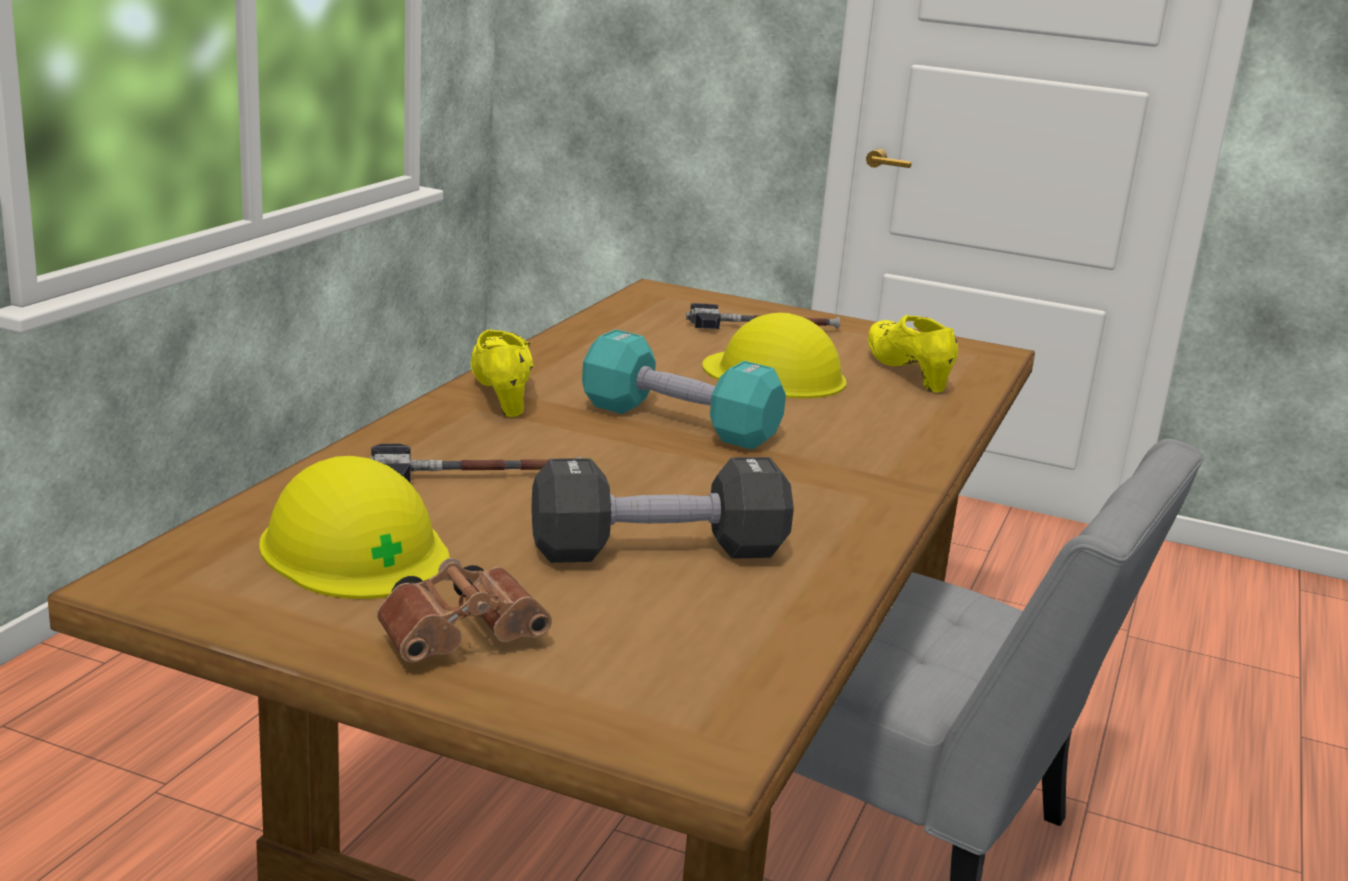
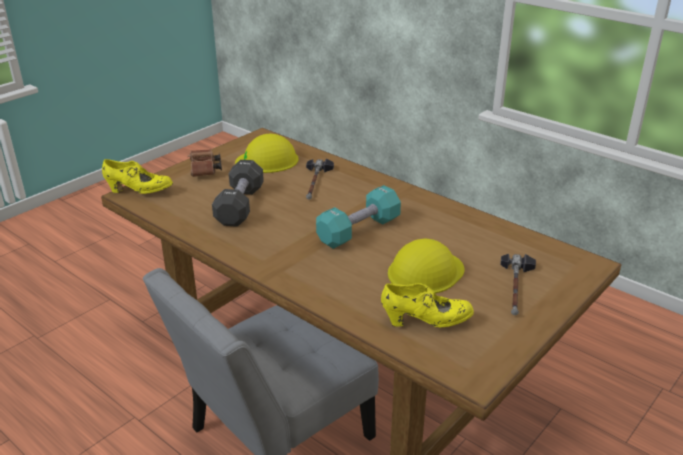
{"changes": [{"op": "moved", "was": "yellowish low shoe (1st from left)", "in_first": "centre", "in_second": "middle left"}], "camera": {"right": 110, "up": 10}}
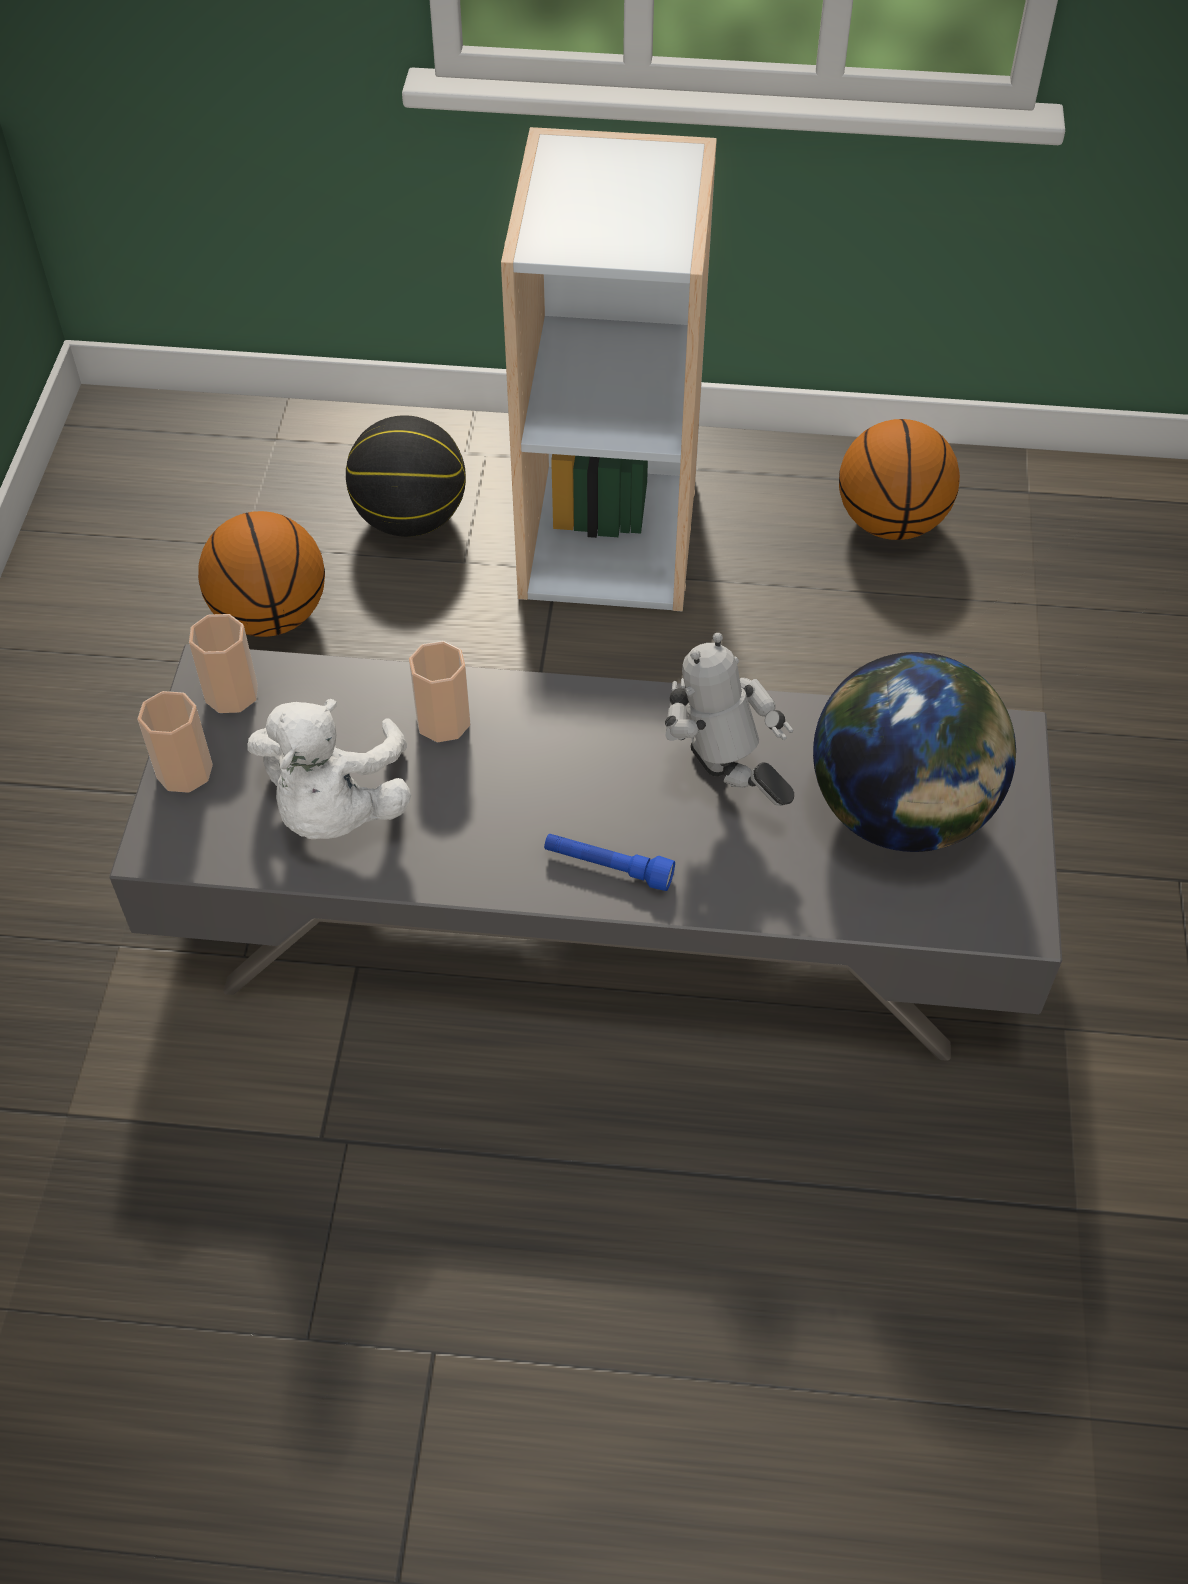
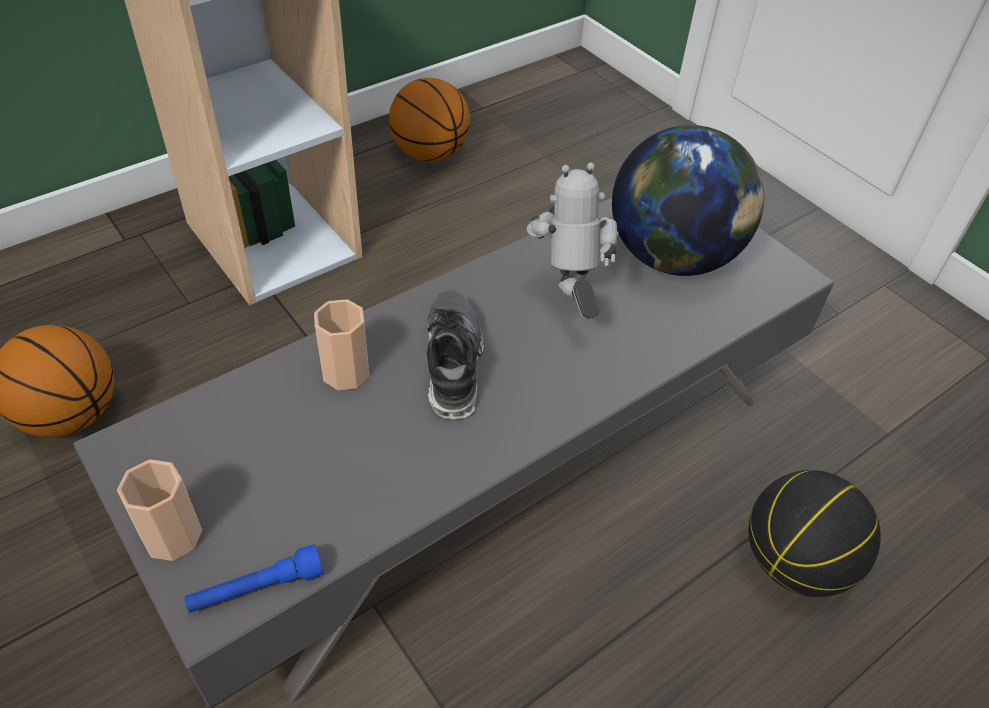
{"changes": [{"op": "removed", "was": "cup (2nd from left)", "in_first": "middle left"}, {"op": "removed", "was": "whitish soft toy", "in_first": "middle left"}, {"op": "moved", "was": "basketball (2nd from left in the first image)", "now": "basketball (3rd from left)", "in_first": "top centre", "in_second": "bottom right"}, {"op": "moved", "was": "blue-coloured hand torch", "in_first": "centre", "in_second": "bottom left"}, {"op": "turned", "was": "robot figure", "in_first": "centre", "in_second": "centre", "clockwise": 75}, {"op": "added", "now": "low shoe", "in_second": "centre"}], "camera": {"right": -45, "up": -5}}
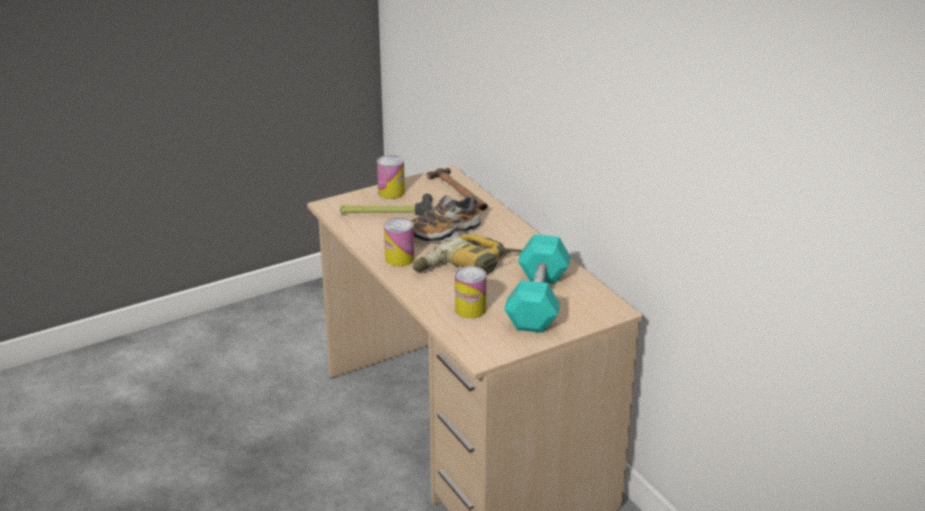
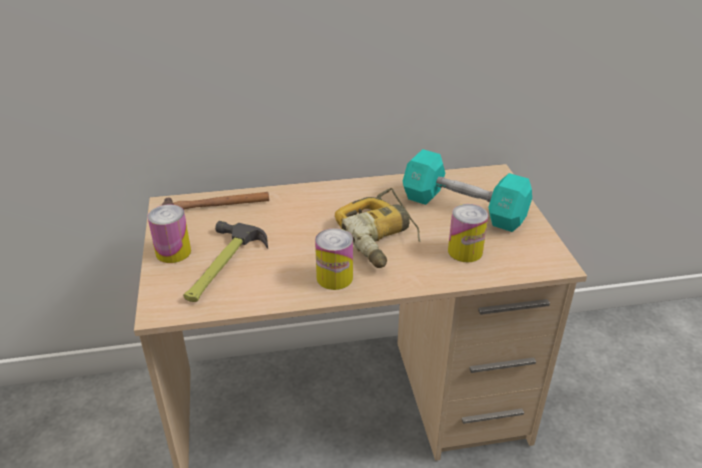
{"changes": [{"op": "removed", "was": "low shoe", "in_first": "centre"}], "camera": {"right": -70, "up": 5}}
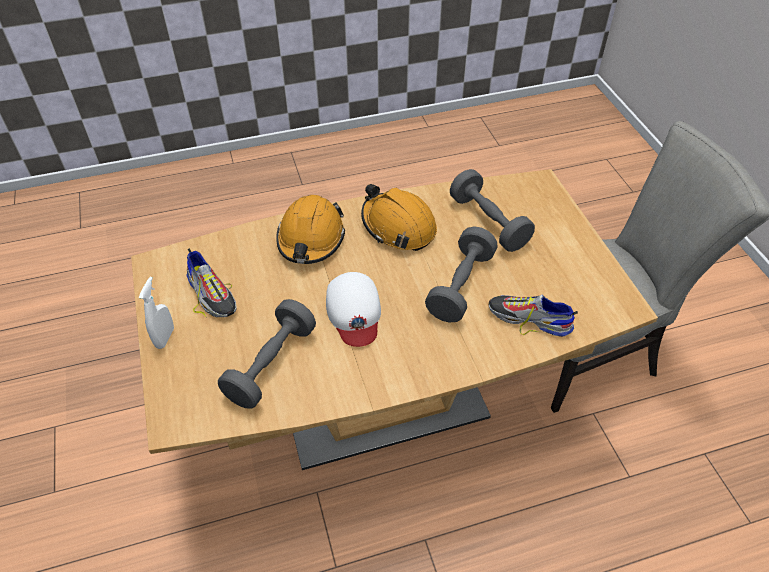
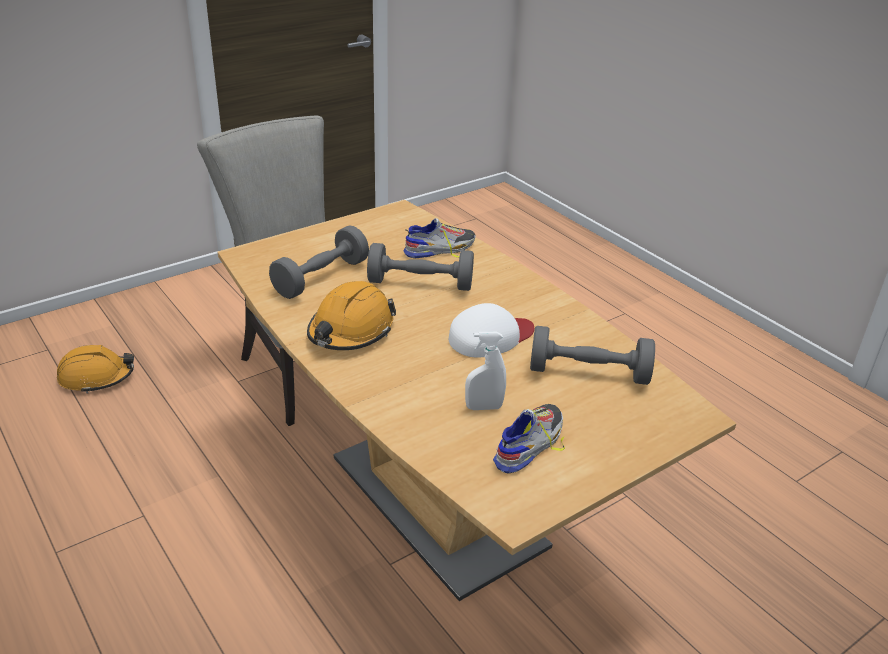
{"changes": [{"op": "moved", "was": "whitish sprayer", "in_first": "middle left", "in_second": "centre"}, {"op": "moved", "was": "orangey hard hat (1st from left)", "in_first": "centre", "in_second": "middle left"}, {"op": "turned", "was": "low shoe (2nd from left in the first image)", "in_first": "middle right", "in_second": "centre", "clockwise": -120}], "camera": {"right": -110, "up": -15}}
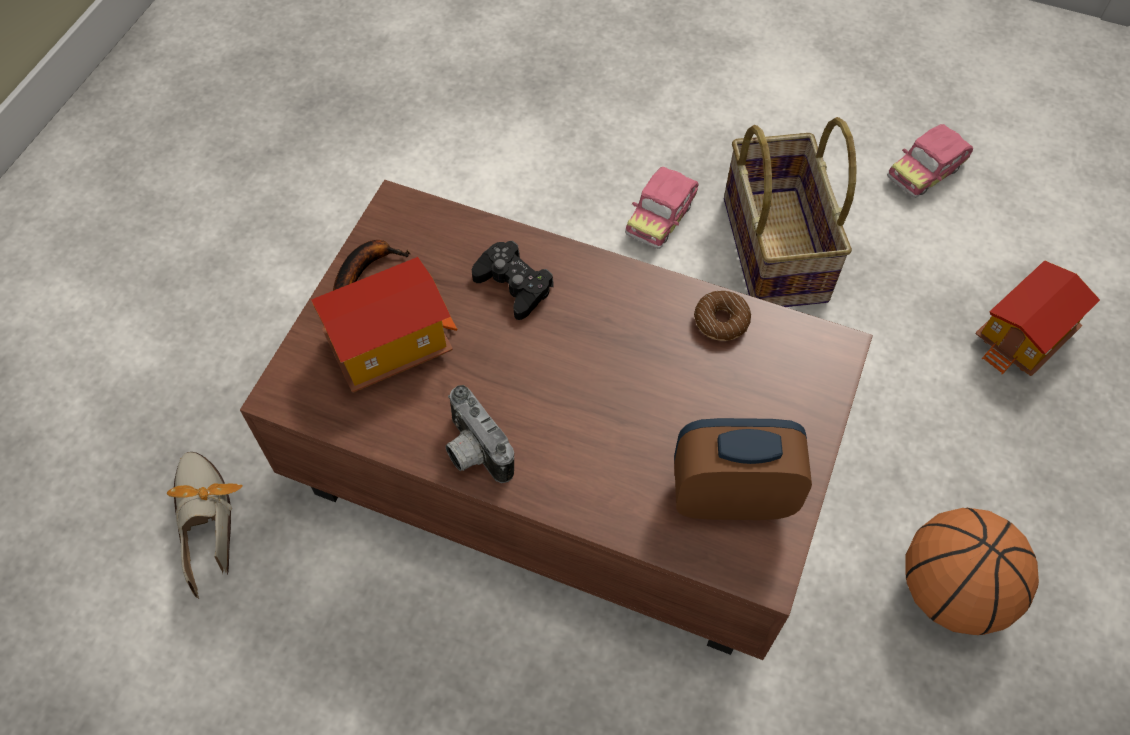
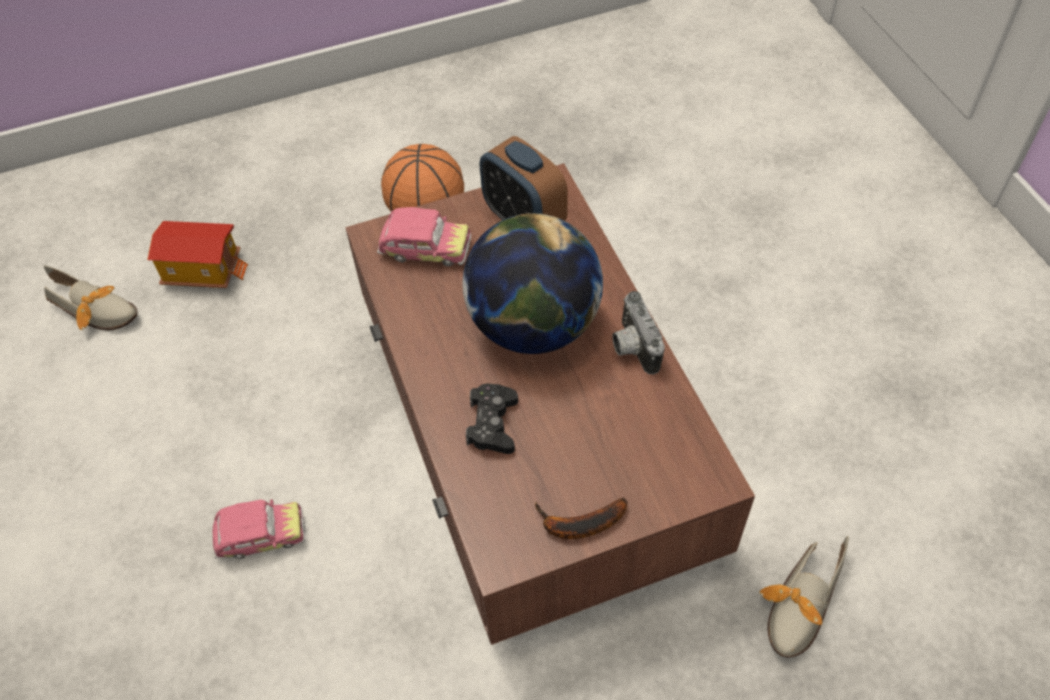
{"changes": [{"op": "removed", "was": "miniature house (1st from left)", "in_first": "centre"}, {"op": "turned", "was": "photo camera", "in_first": "centre", "in_second": "centre", "clockwise": 150}, {"op": "removed", "was": "donut", "in_first": "centre"}, {"op": "removed", "was": "basket", "in_first": "top right"}, {"op": "moved", "was": "miniature car (2nd from left)", "in_first": "top right", "in_second": "centre"}, {"op": "added", "now": "low shoe (1st from left)", "in_second": "middle left"}, {"op": "added", "now": "desk globe", "in_second": "centre"}], "camera": {"right": -130, "up": -5}}
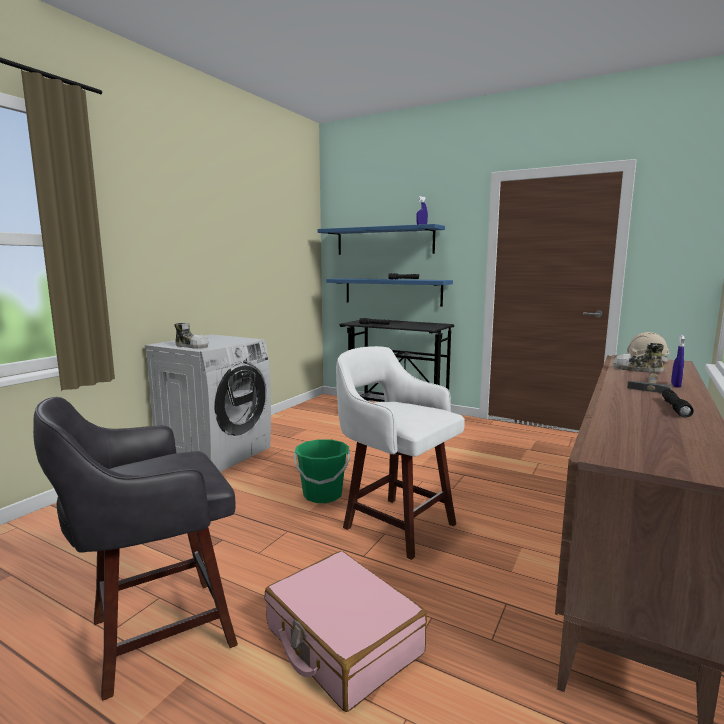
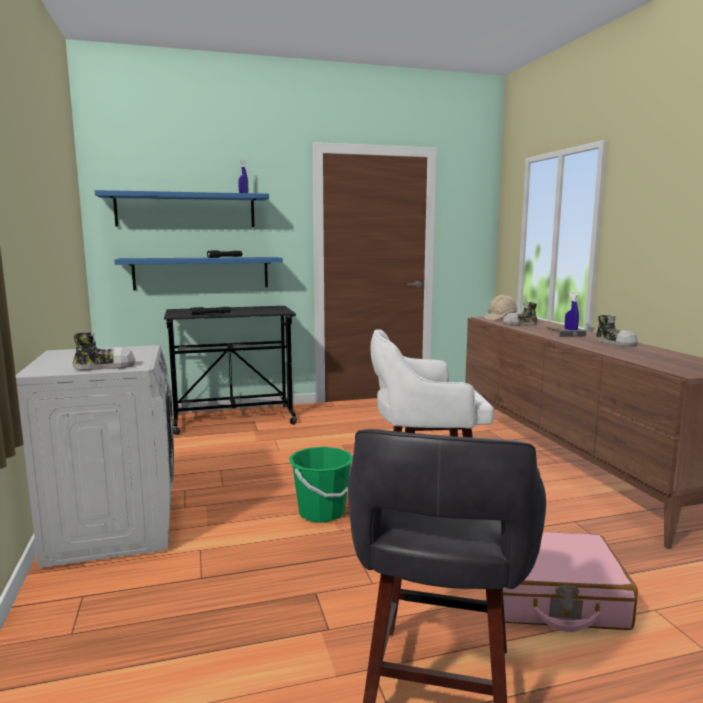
{"changes": [{"op": "replaced", "was": "black hand torch (3rd from left)", "now": "low shoe (3rd from left)", "in_first": "middle right", "in_second": "middle right"}], "camera": {"right": -45, "up": 0}}
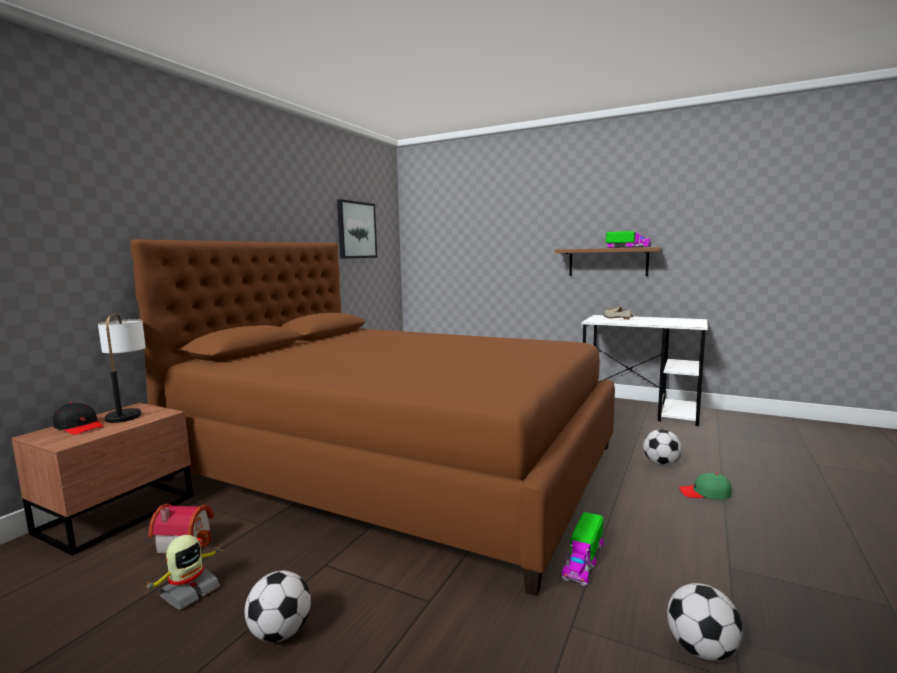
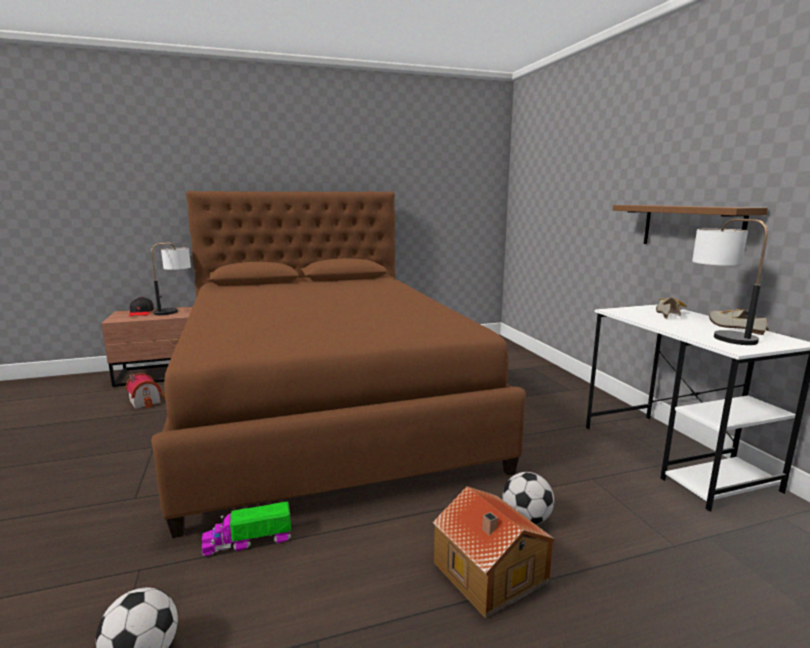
{"changes": [{"op": "removed", "was": "robot figure", "in_first": "bottom left"}, {"op": "removed", "was": "football (1st from left)", "in_first": "bottom left"}, {"op": "removed", "was": "wall picture", "in_first": "centre"}, {"op": "removed", "was": "toy truck (2nd from left)", "in_first": "middle right"}, {"op": "replaced", "was": "greenish peaked cap", "now": "miniature house (2nd from left)", "in_first": "bottom right", "in_second": "bottom centre"}, {"op": "added", "now": "table lamp (2nd from left)", "in_second": "middle right"}, {"op": "added", "now": "low shoe (2nd from left)", "in_second": "middle right"}], "camera": {"right": 45, "up": 5}}
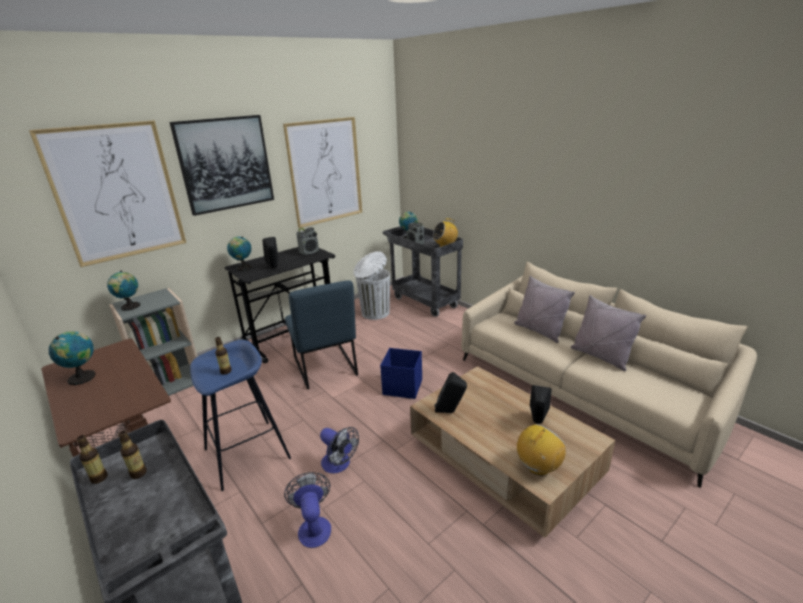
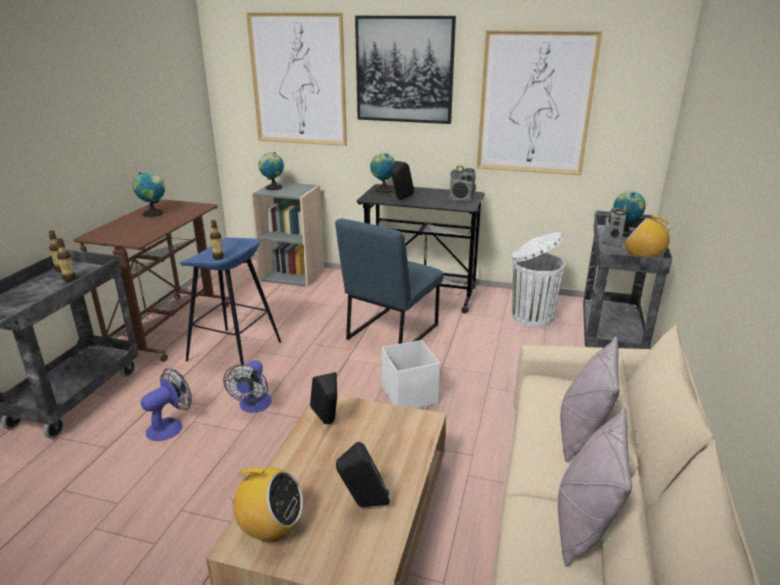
{"changes": [{"op": "recoloured", "was": "blue-coloured storage container", "now": "whitish storage container", "in_first": "centre", "in_second": "centre"}], "camera": {"right": 55, "up": 0}}
